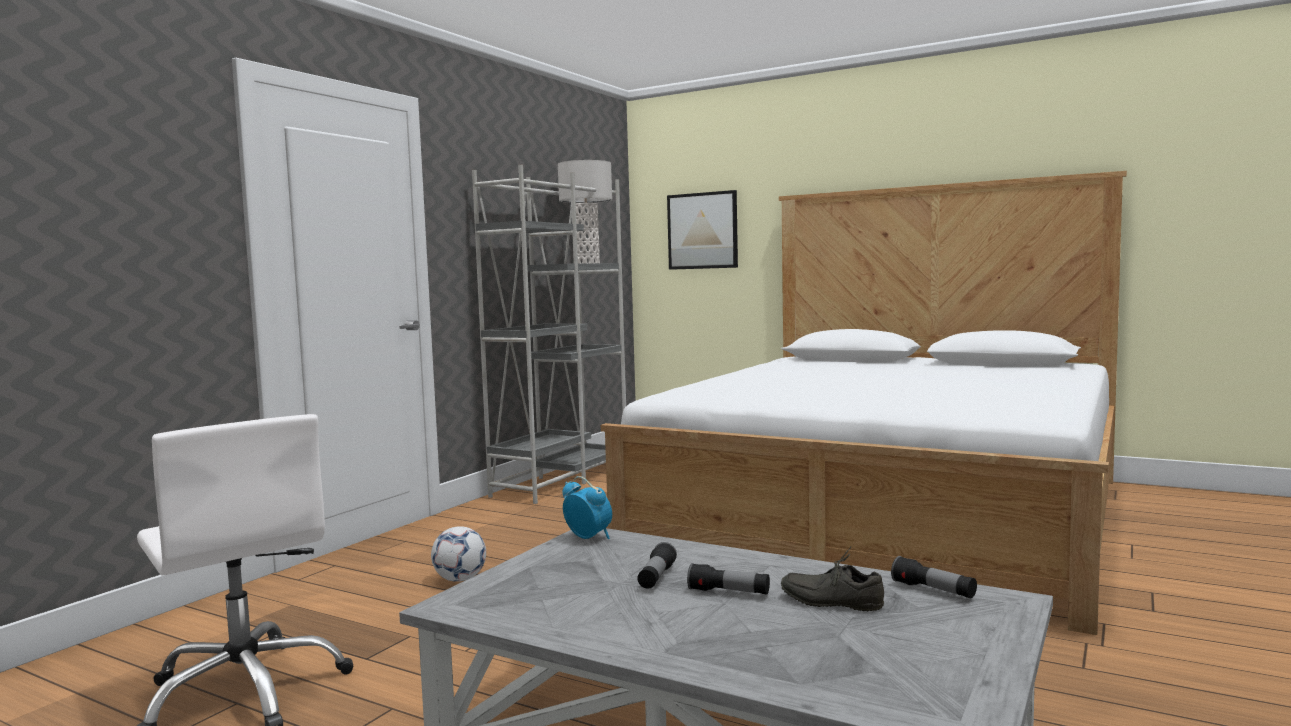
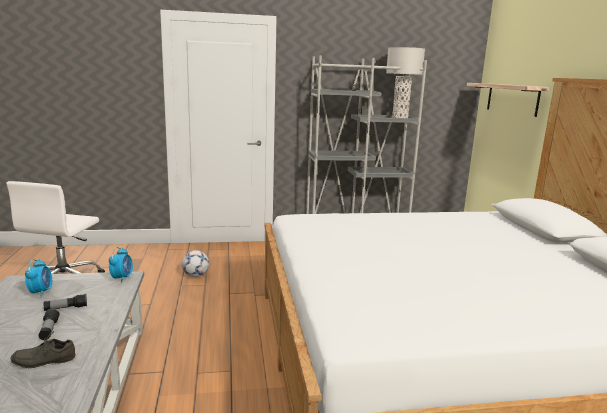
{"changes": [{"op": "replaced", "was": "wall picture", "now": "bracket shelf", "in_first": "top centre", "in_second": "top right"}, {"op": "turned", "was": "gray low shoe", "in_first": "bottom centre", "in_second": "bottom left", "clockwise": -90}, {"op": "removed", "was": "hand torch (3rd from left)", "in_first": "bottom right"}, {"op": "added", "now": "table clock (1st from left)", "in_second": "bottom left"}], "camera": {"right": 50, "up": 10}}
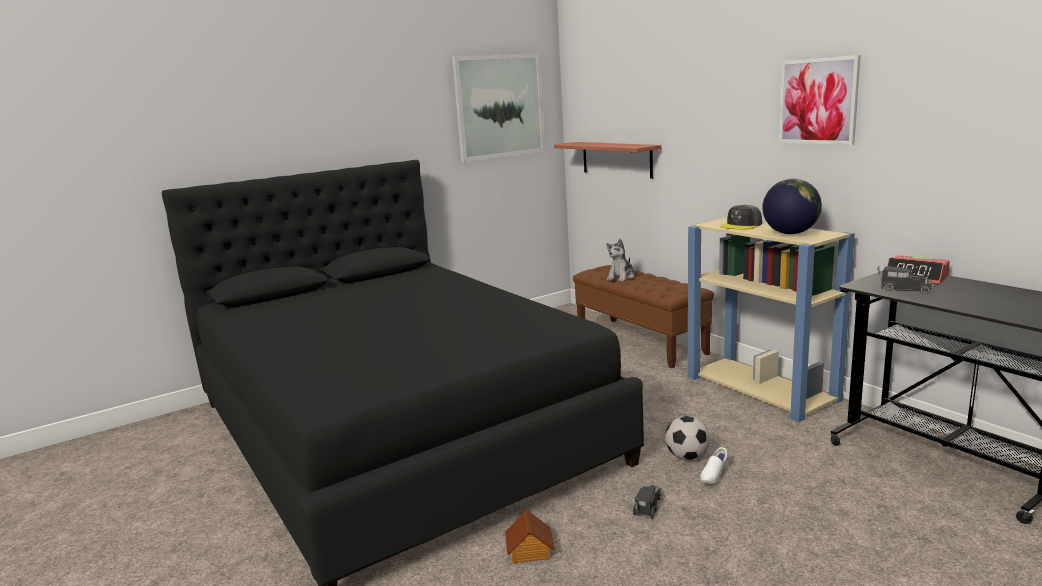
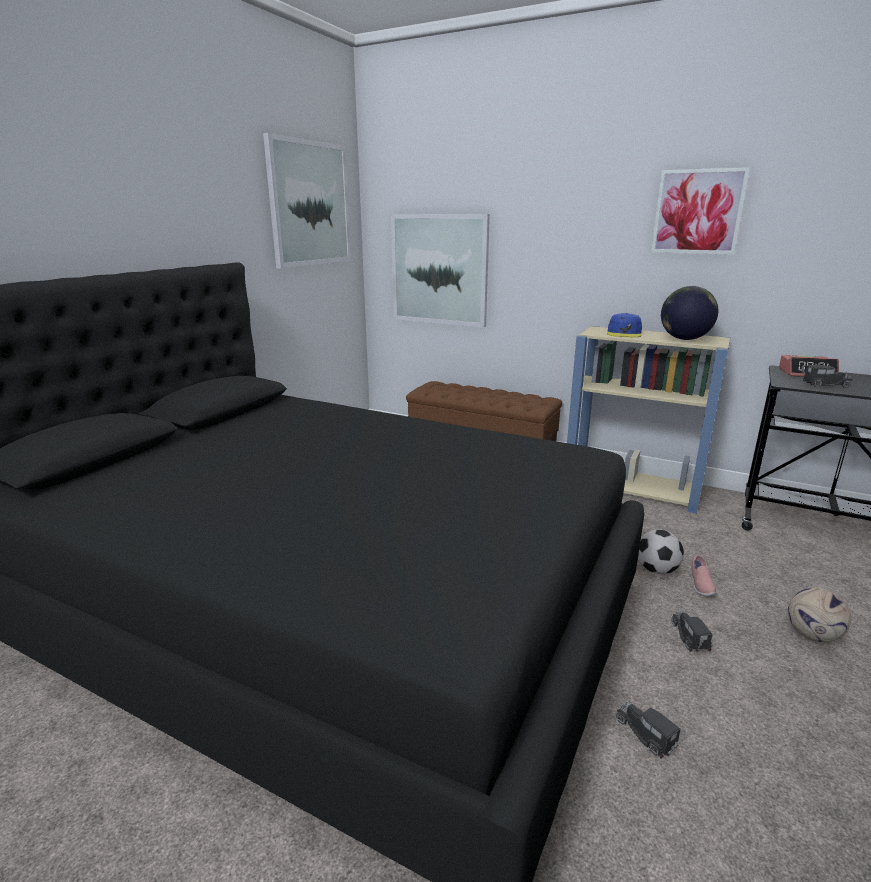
{"changes": [{"op": "replaced", "was": "miniature house", "now": "toy truck (1st from left)", "in_first": "bottom centre", "in_second": "bottom right"}, {"op": "replaced", "was": "bracket shelf", "now": "wall picture (2nd from left)", "in_first": "top centre", "in_second": "top centre"}, {"op": "removed", "was": "soft toy", "in_first": "centre"}, {"op": "recoloured", "was": "whitish low shoe", "now": "pinkish low shoe", "in_first": "bottom right", "in_second": "middle right"}, {"op": "recoloured", "was": "gray peaked cap", "now": "blue-coloured peaked cap", "in_first": "middle right", "in_second": "middle right"}, {"op": "added", "now": "football (2nd from left)", "in_second": "bottom right"}], "camera": {"right": -30, "up": 5}}
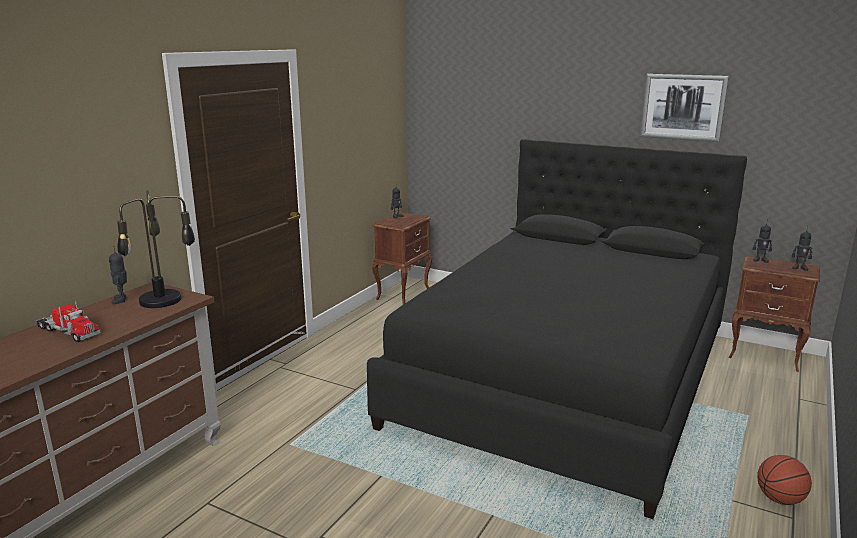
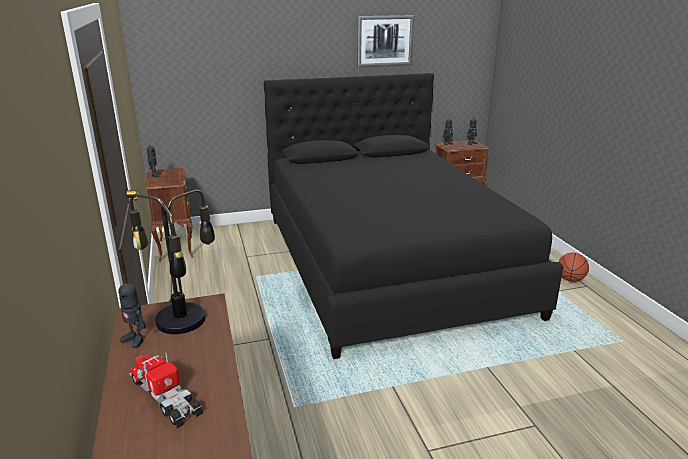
{"changes": [{"op": "turned", "was": "toy truck", "in_first": "middle left", "in_second": "bottom left", "clockwise": -120}], "camera": {"right": -45, "up": 5}}
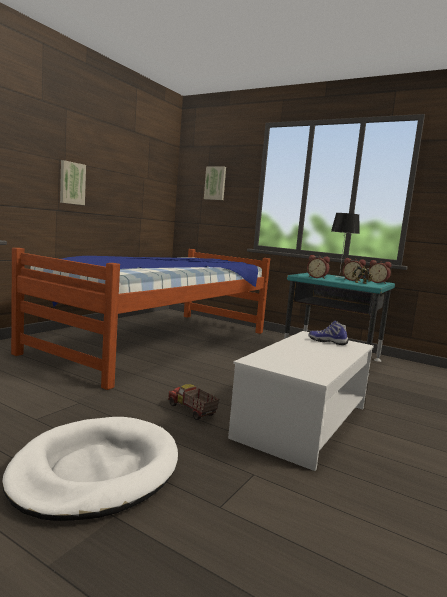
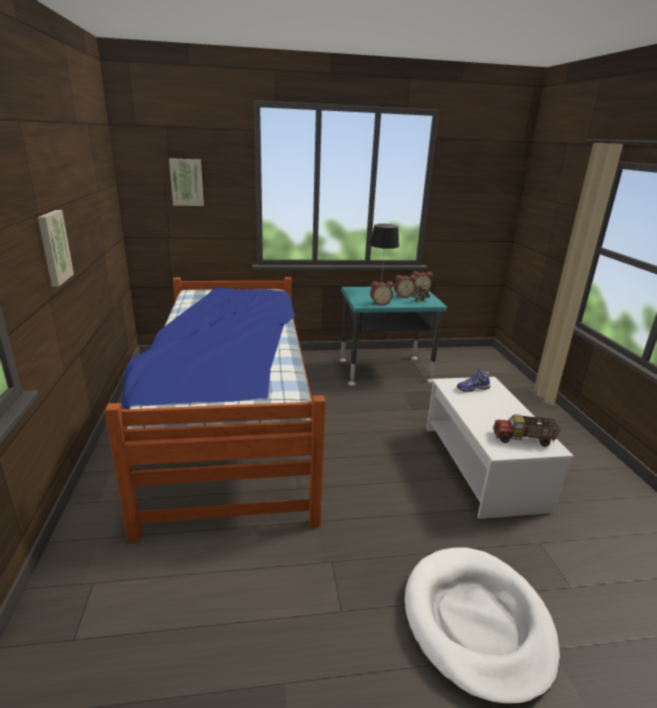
{"changes": [{"op": "moved", "was": "toy truck", "in_first": "bottom centre", "in_second": "middle right"}], "camera": {"right": -40, "up": 15}}
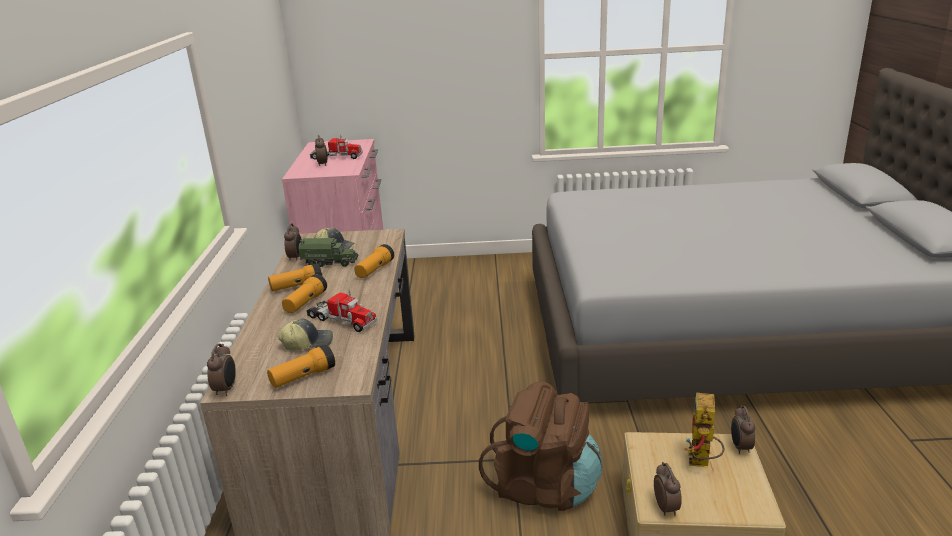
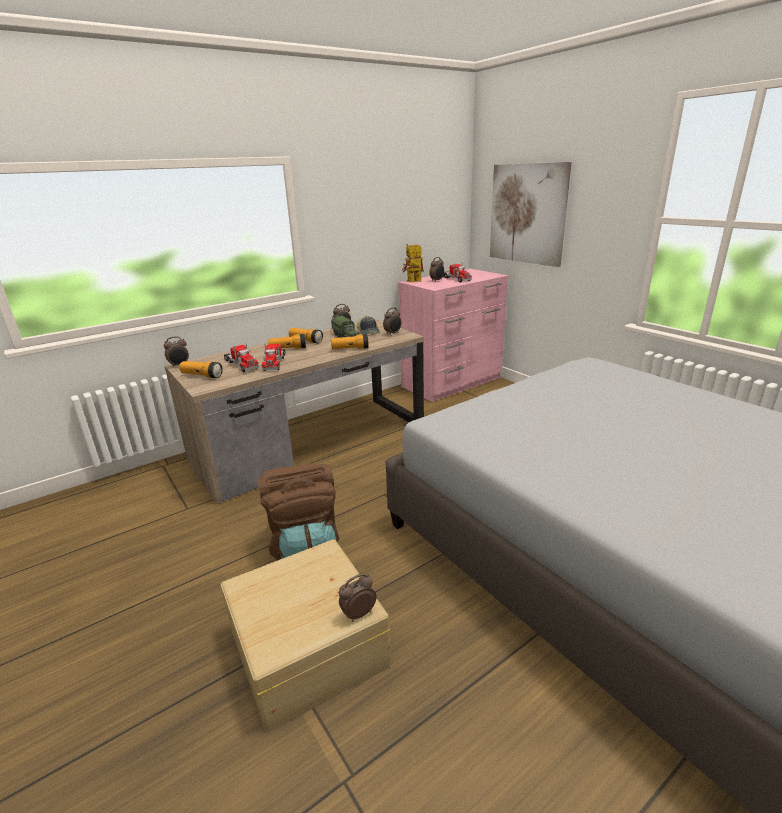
{"changes": [{"op": "replaced", "was": "peaked cap (1st from left)", "now": "toy truck (1st from left)", "in_first": "middle left", "in_second": "middle left"}, {"op": "moved", "was": "table clock (4th from left)", "in_first": "bottom right", "in_second": "centre"}, {"op": "moved", "was": "robot figure", "in_first": "bottom right", "in_second": "top centre"}, {"op": "added", "now": "wall picture", "in_second": "top right"}], "camera": {"right": 55, "up": 0}}
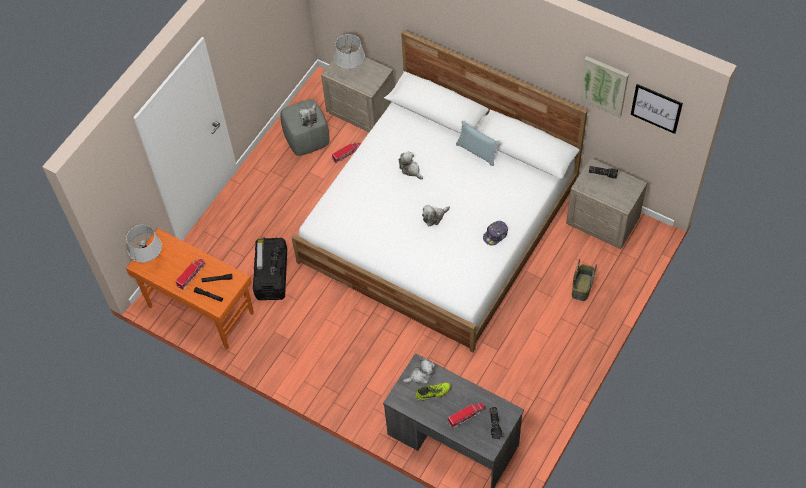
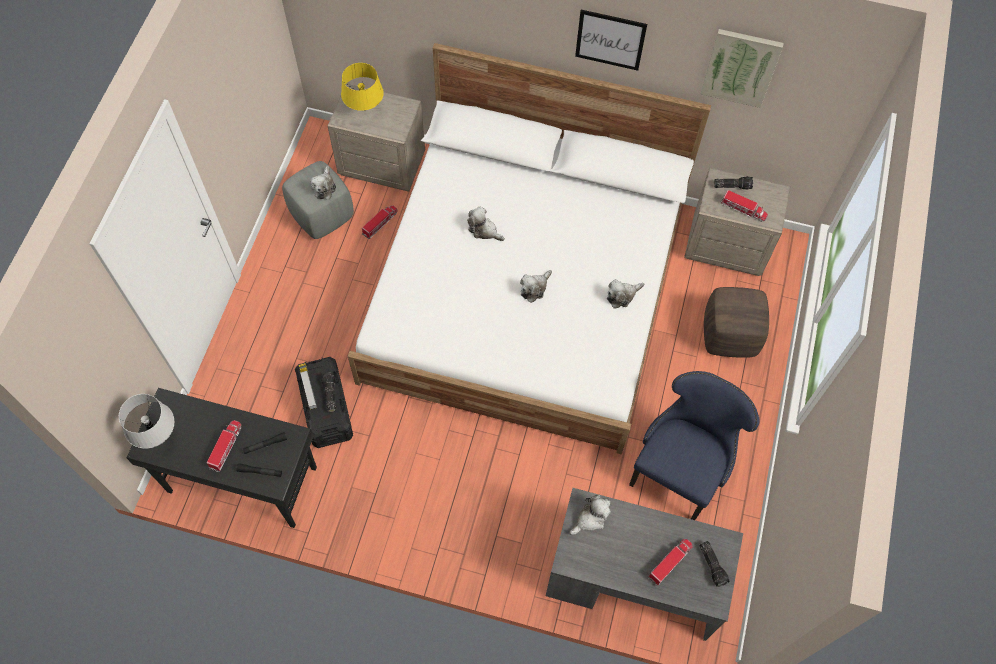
{"changes": [{"op": "recoloured", "was": "orangey console table", "now": "black console table", "in_first": "middle left", "in_second": "bottom left"}, {"op": "recoloured", "was": "gray table lamp (2nd from left)", "now": "yellowish table lamp", "in_first": "top centre", "in_second": "top centre"}, {"op": "removed", "was": "low shoe", "in_first": "bottom centre"}, {"op": "removed", "was": "blue-coloured throw pillow", "in_first": "top centre"}, {"op": "replaced", "was": "peaked cap", "now": "soft toy (5th from left)", "in_first": "centre", "in_second": "centre"}, {"op": "replaced", "was": "basket", "now": "brownish footrest", "in_first": "middle right", "in_second": "middle right"}, {"op": "moved", "was": "wall picture (2nd from left in the first image)", "now": "wall picture (1st from left)", "in_first": "top right", "in_second": "top centre"}, {"op": "added", "now": "blue-coloured plain chair", "in_second": "bottom right"}, {"op": "added", "now": "toy truck (5th from left)", "in_second": "top right"}], "camera": {"right": -20, "up": 5}}
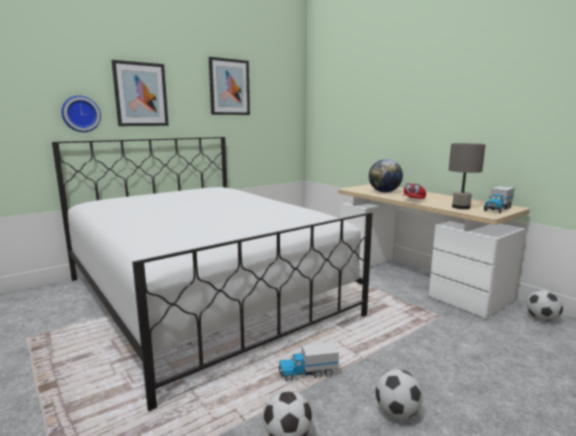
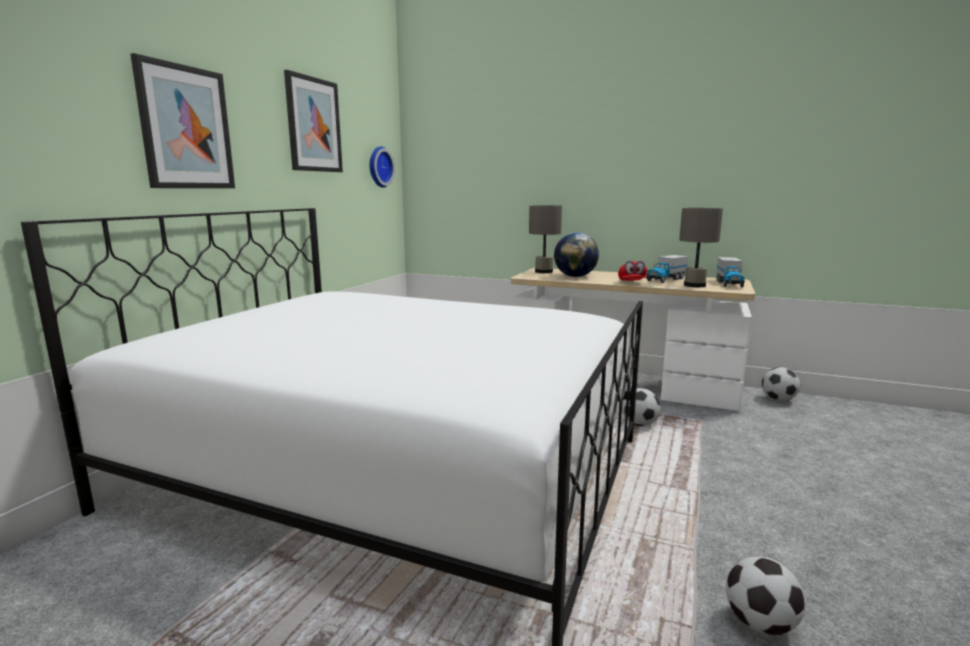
{"changes": [{"op": "moved", "was": "hanging clock", "in_first": "top left", "in_second": "top centre"}, {"op": "moved", "was": "toy truck (1st from left)", "in_first": "bottom centre", "in_second": "middle right"}, {"op": "moved", "was": "football (2nd from left in the first image)", "now": "football (1st from left)", "in_first": "bottom right", "in_second": "centre"}, {"op": "added", "now": "gray table lamp (1st from left)", "in_second": "centre"}], "camera": {"right": -30, "up": 0}}
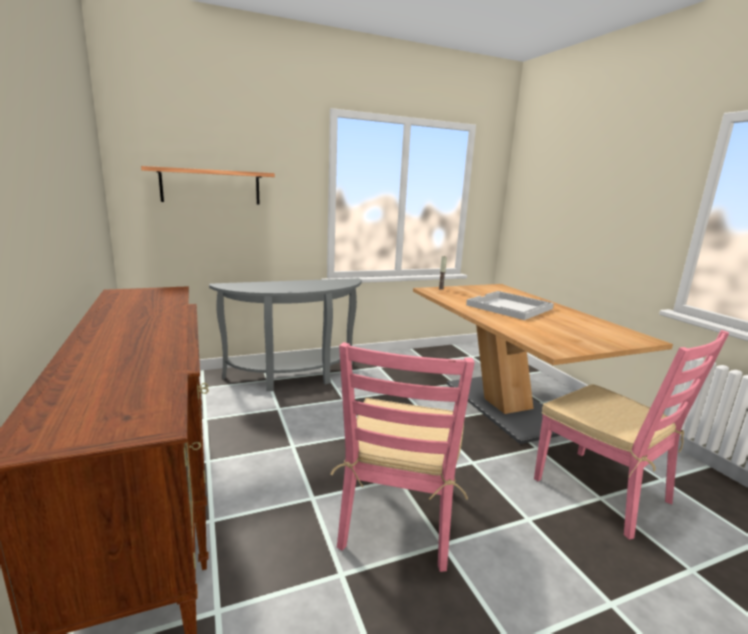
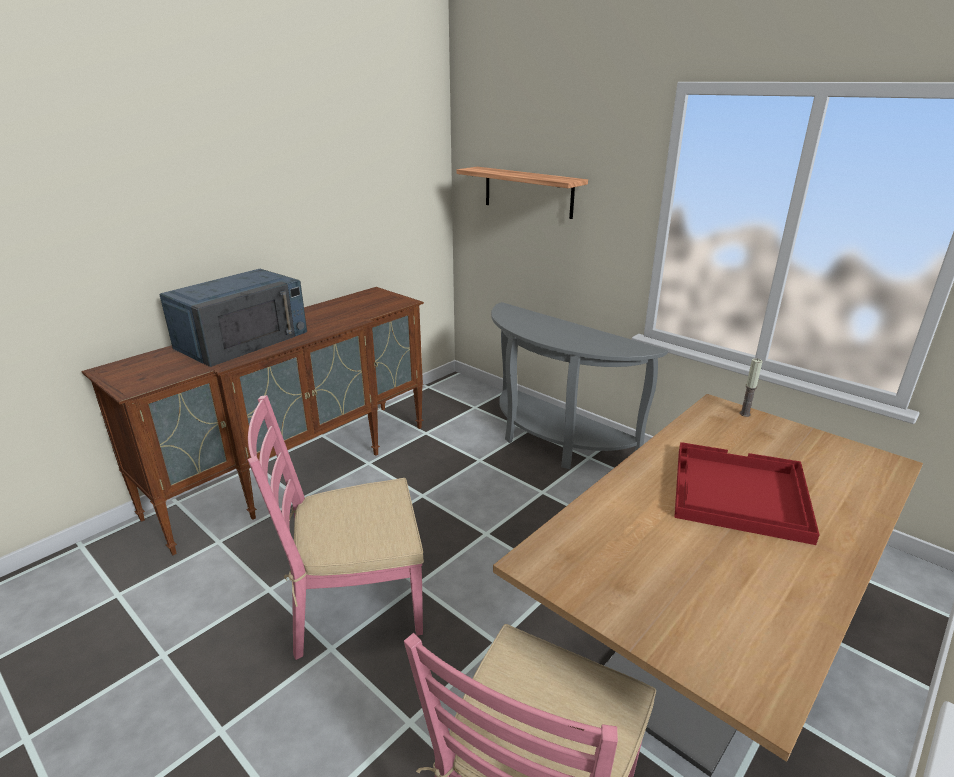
{"changes": [{"op": "recoloured", "was": "whitish tray", "now": "reddish tray", "in_first": "middle right", "in_second": "middle right"}, {"op": "added", "now": "blue-coloured kitchen microwave", "in_second": "middle left"}], "camera": {"right": 65, "up": 10}}
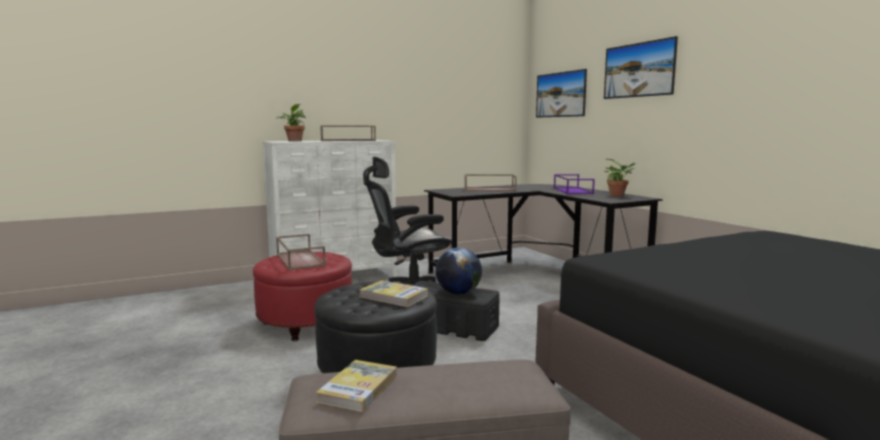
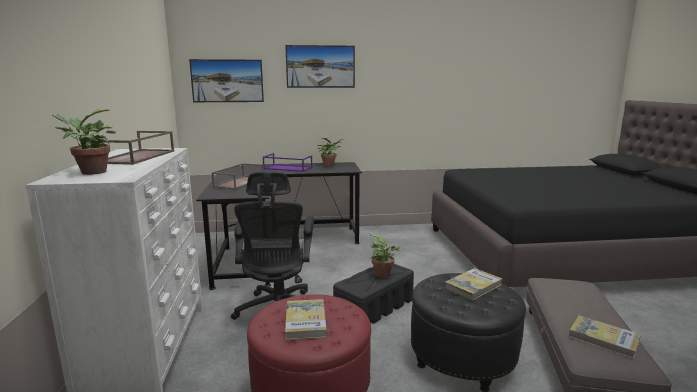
{"changes": [{"op": "replaced", "was": "brownish tray (1st from left)", "now": "volume (1st from left)", "in_first": "centre", "in_second": "bottom centre"}, {"op": "replaced", "was": "desk globe", "now": "potted plant (3rd from left)", "in_first": "centre", "in_second": "centre"}], "camera": {"right": -70, "up": 5}}
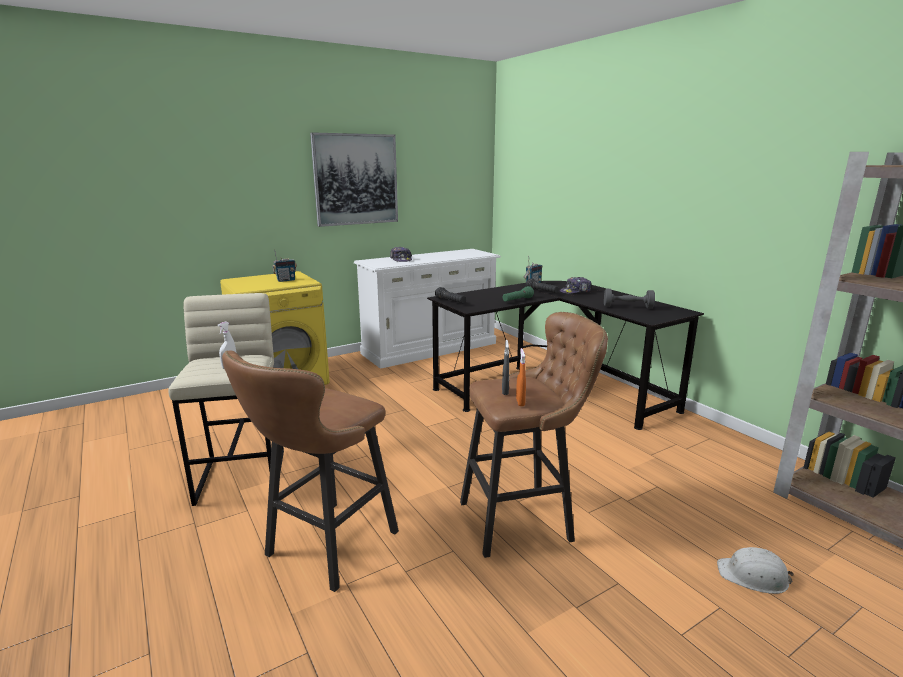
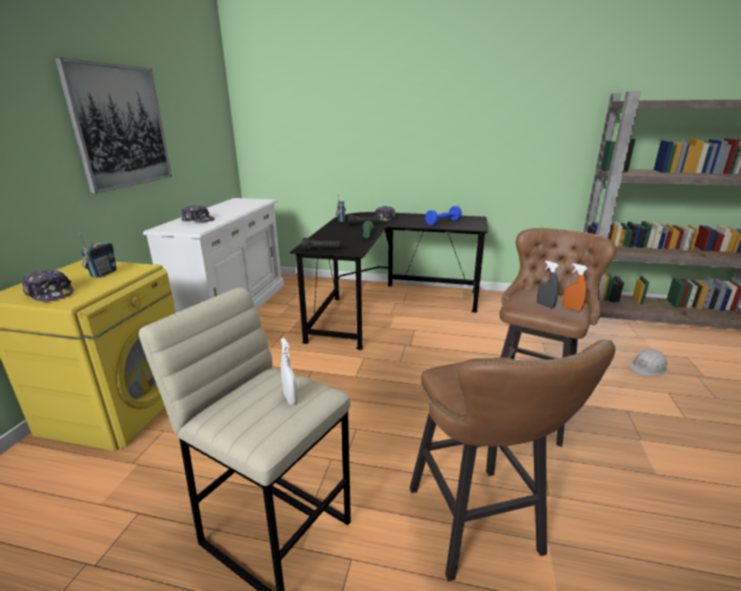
{"changes": [{"op": "recoloured", "was": "gray dumbbell", "now": "blue-coloured dumbbell", "in_first": "middle right", "in_second": "centre"}, {"op": "added", "now": "peaked cap (1st from left)", "in_second": "middle left"}], "camera": {"right": -45, "up": 5}}
